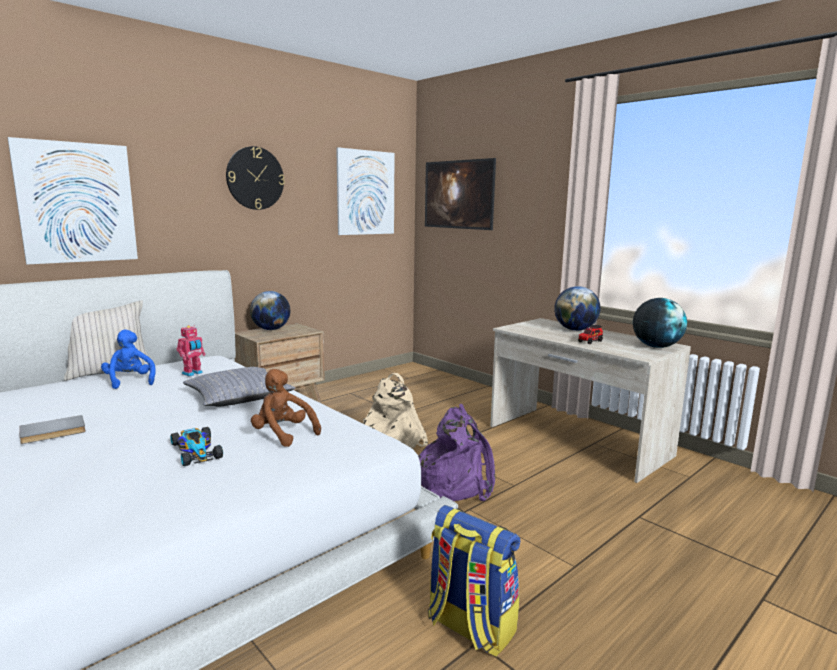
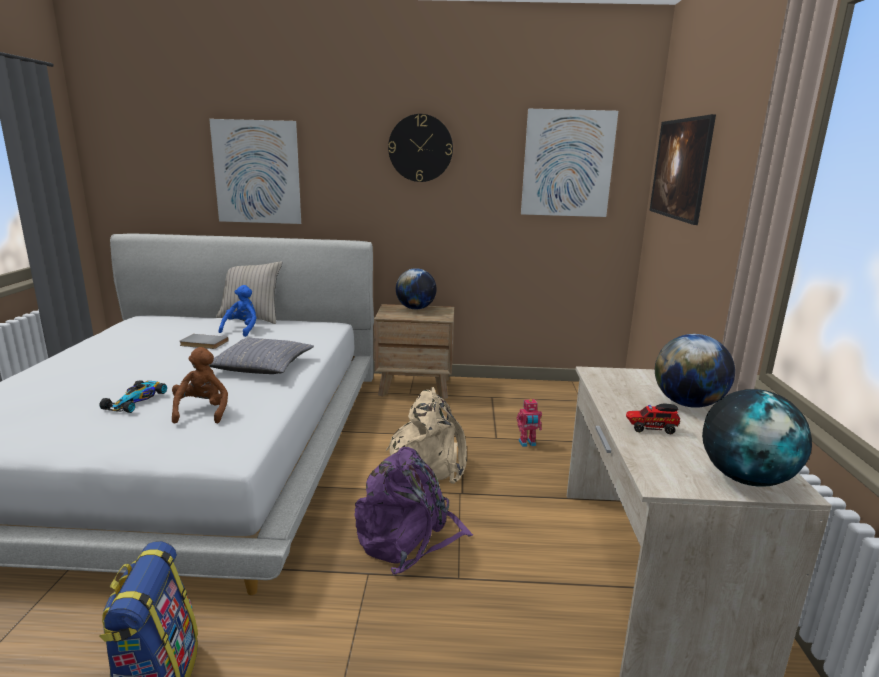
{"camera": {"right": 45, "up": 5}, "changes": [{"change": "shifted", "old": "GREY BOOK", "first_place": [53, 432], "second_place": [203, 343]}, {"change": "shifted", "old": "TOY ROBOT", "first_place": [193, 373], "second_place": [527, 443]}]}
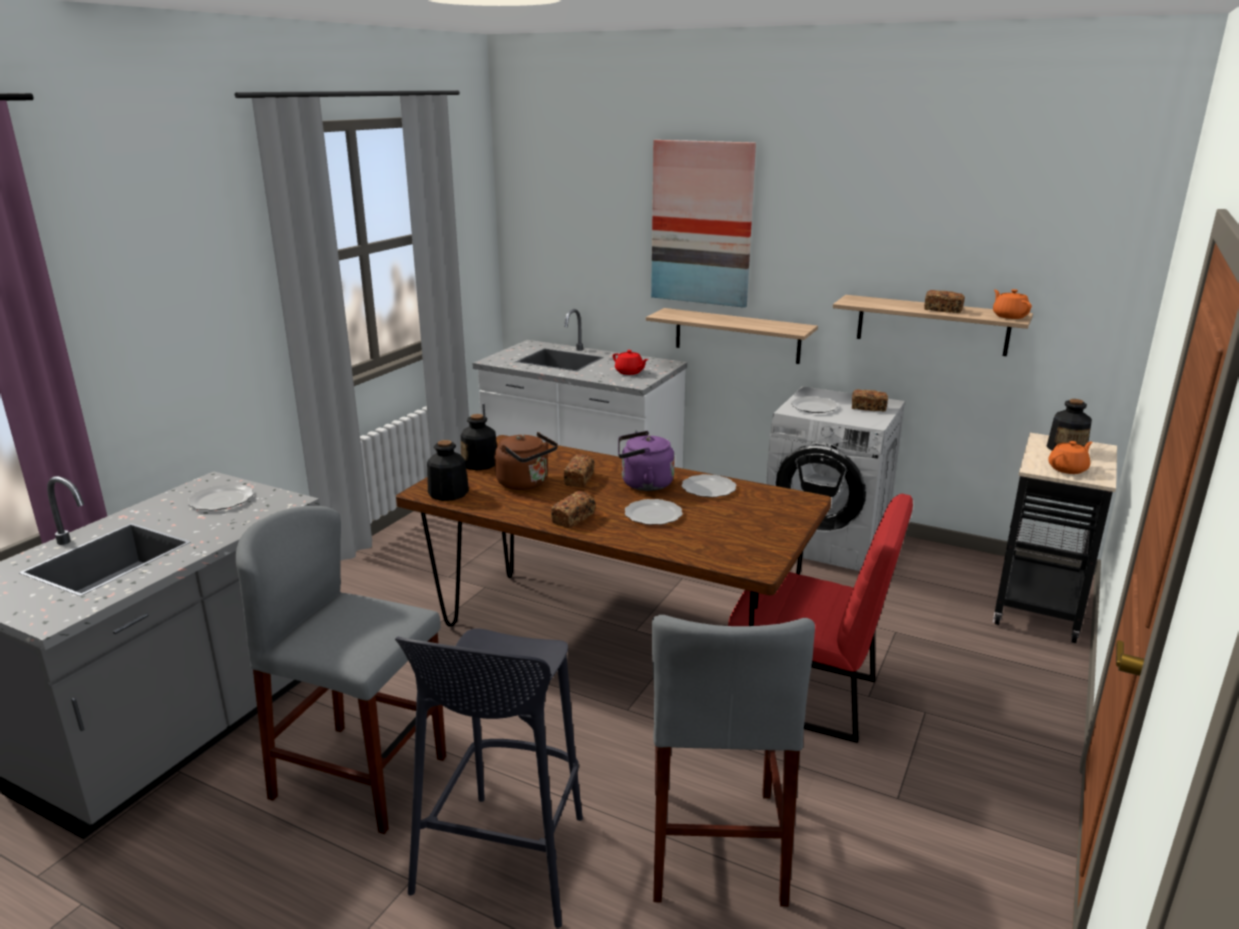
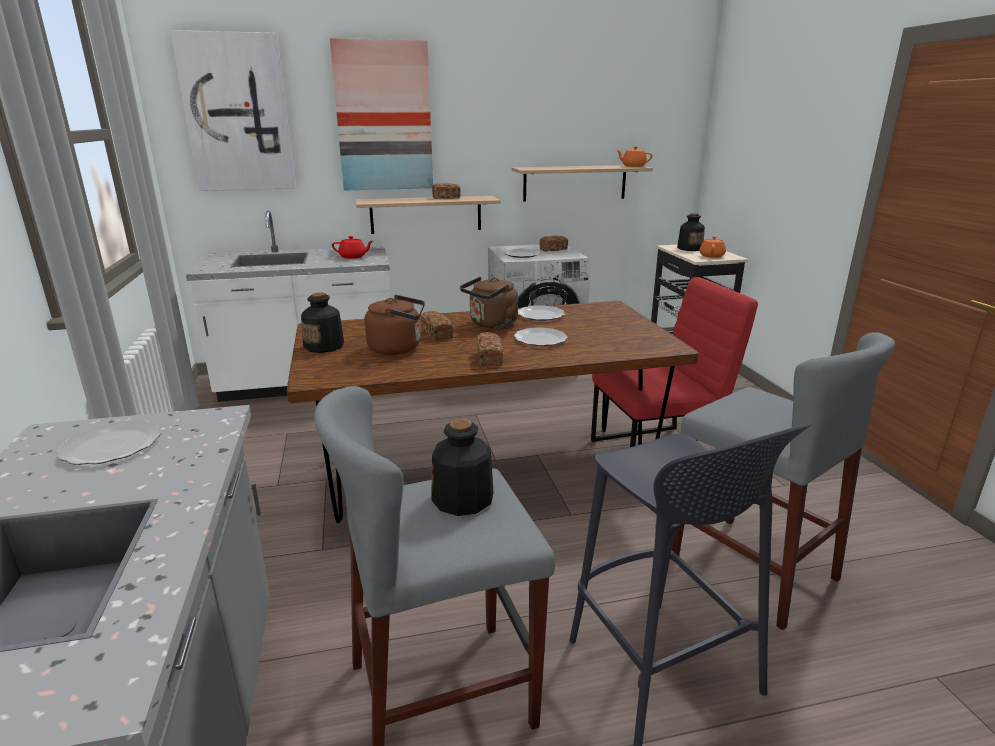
{"camera": {"right": -40, "up": 0}, "changes": [{"change": "new", "new": "PICTURE", "second_place": [237, 114]}, {"change": "shifted", "old": "BOTTLE", "first_place": [448, 493], "second_place": [462, 499]}, {"change": "shifted", "old": "BREAD", "first_place": [943, 310], "second_place": [446, 198]}, {"change": "repainted", "old": "PURPLE KETTLE", "new": "BROWN KETTLE", "first_place": [643, 484], "second_place": [491, 324]}]}
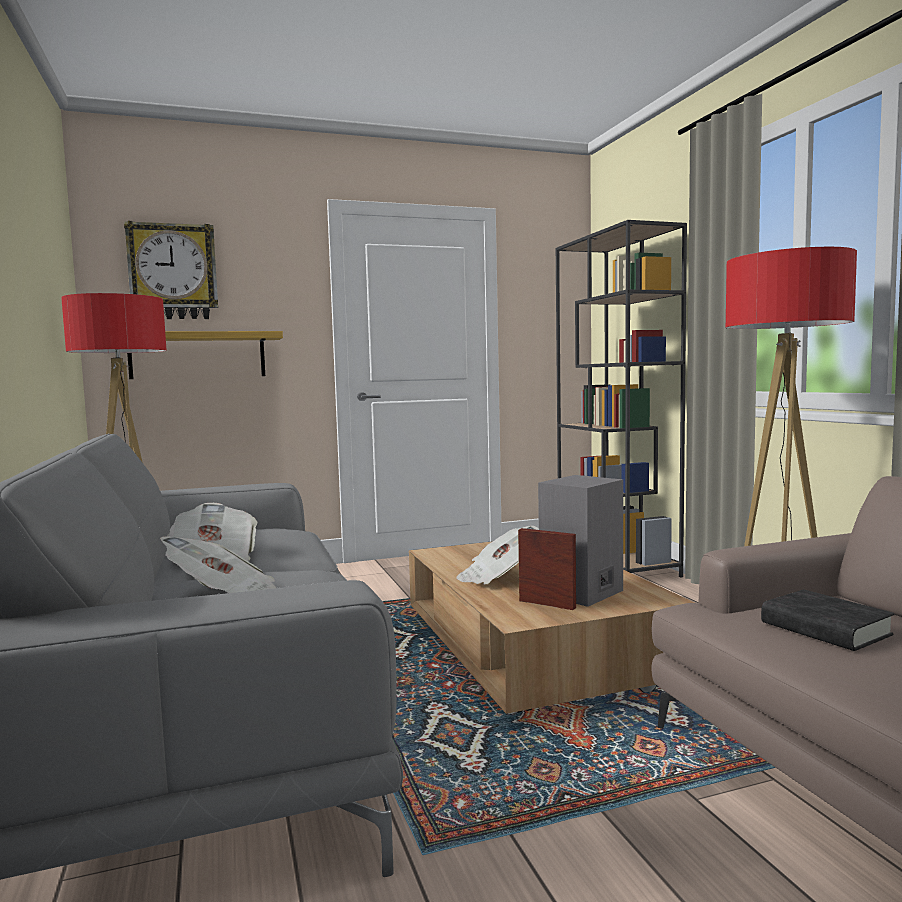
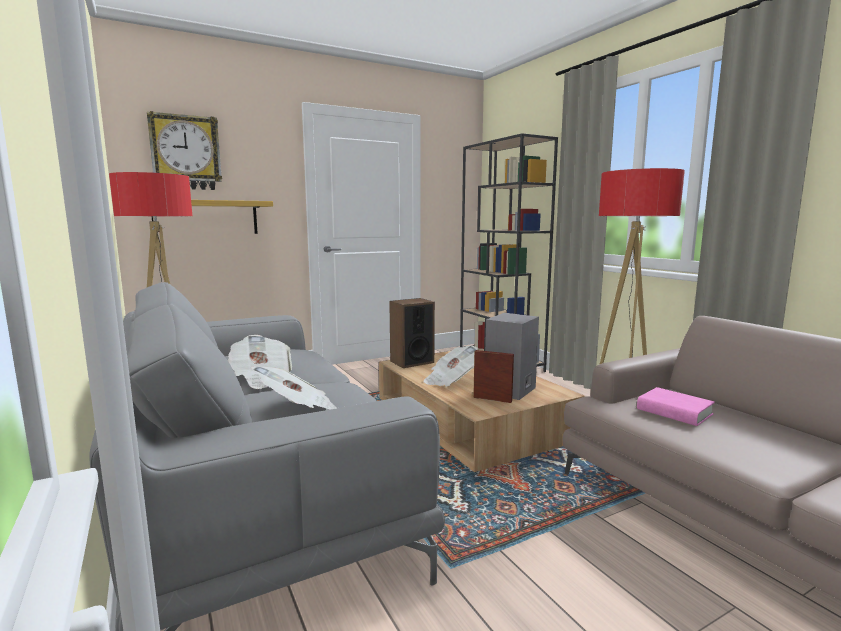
{"camera": {"right": -10, "up": 5}, "changes": [{"change": "new", "new": "SPEAKER", "second_place": [411, 362]}, {"change": "repainted", "old": "BLACK BOOK", "new": "PINK BOOK", "first_place": [825, 629], "second_place": [674, 412]}]}
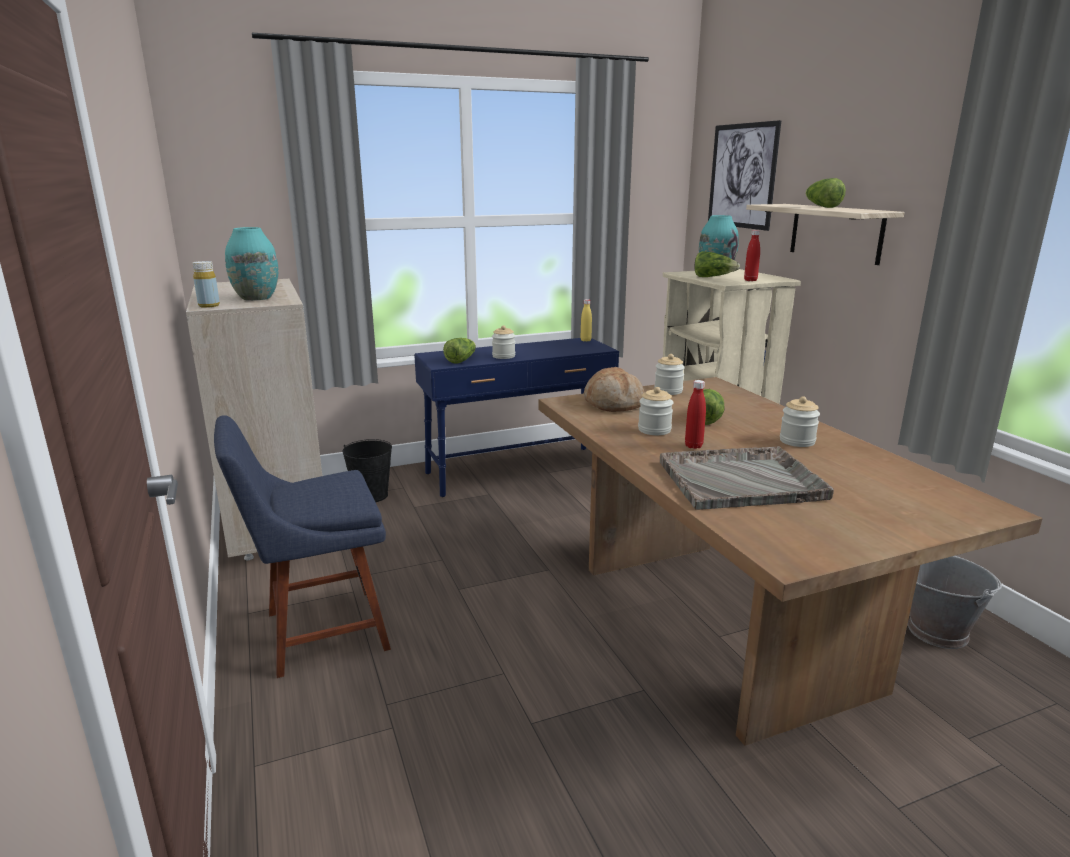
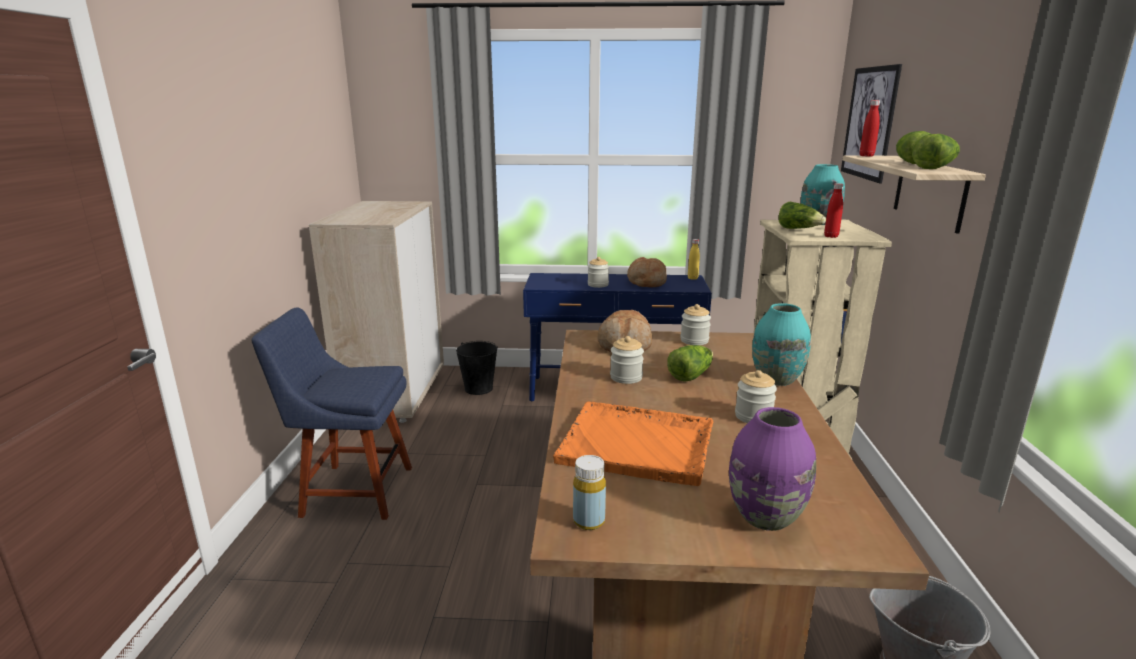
{"camera": {"right": 25, "up": 0}, "changes": [{"change": "new", "new": "BREAD", "second_place": [646, 282]}, {"change": "new", "new": "PURPLE VASE", "second_place": [765, 517]}, {"change": "shifted", "old": "YELLOW BOTTLE", "first_place": [209, 305], "second_place": [589, 521]}, {"change": "shifted", "old": "TURQUOISE VASE", "first_place": [255, 298], "second_place": [776, 379]}, {"change": "shifted", "old": "LETTUCE", "first_place": [461, 360], "second_place": [934, 168]}, {"change": "shifted", "old": "RED BOTTLE", "first_place": [693, 446], "second_place": [866, 156]}, {"change": "repainted", "old": "GREY TRAY", "new": "ORANGE TRAY", "first_place": [742, 480], "second_place": [638, 445]}]}
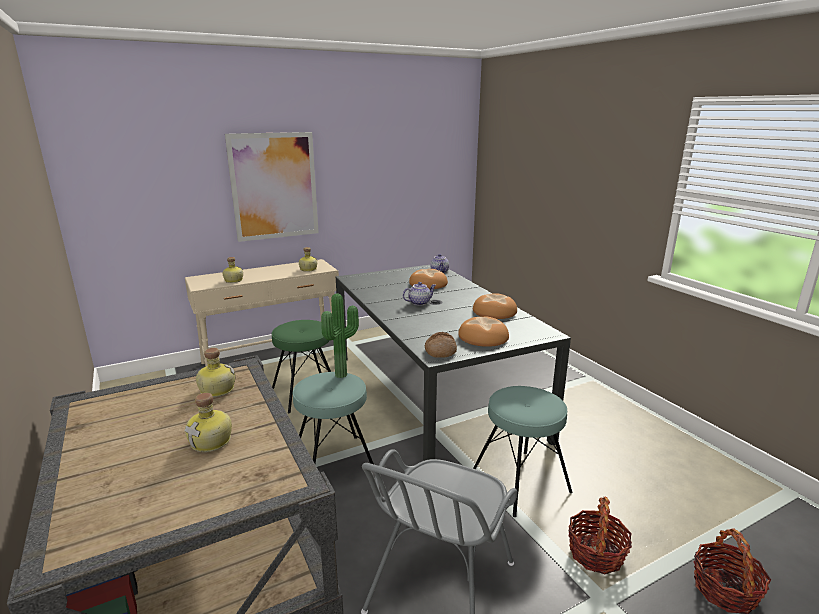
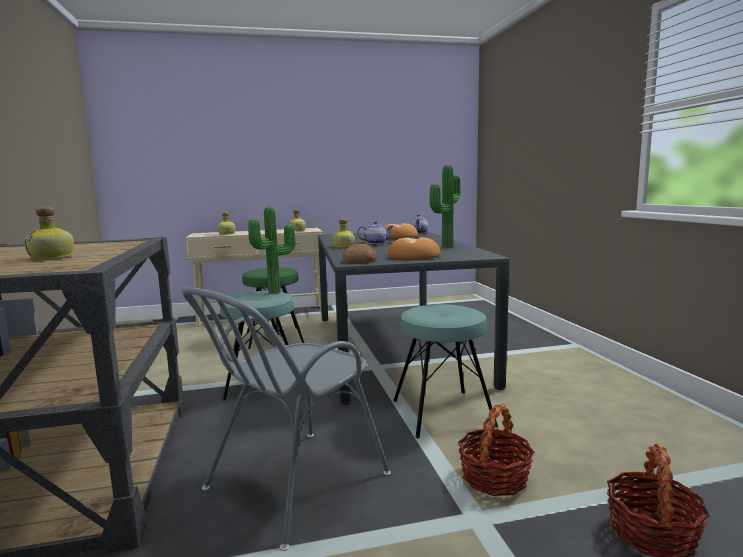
{"camera": {"right": 15, "up": -10}, "changes": [{"change": "gone", "old": "PICTURE", "first_place": [274, 186]}, {"change": "shifted", "old": "BOTTLE", "first_place": [216, 389], "second_place": [343, 246]}, {"change": "swapped", "old": "BREAD", "new": "POTTED PLANT", "first_place": [494, 311], "second_place": [445, 247]}]}
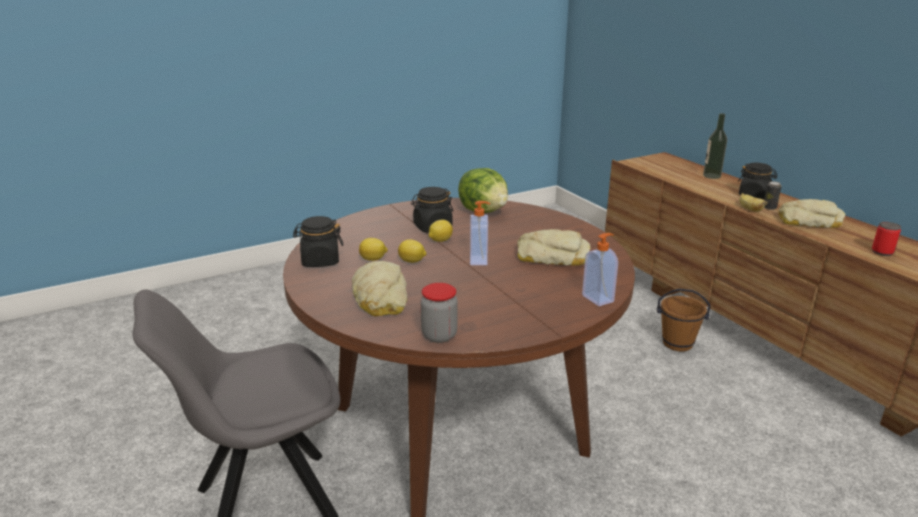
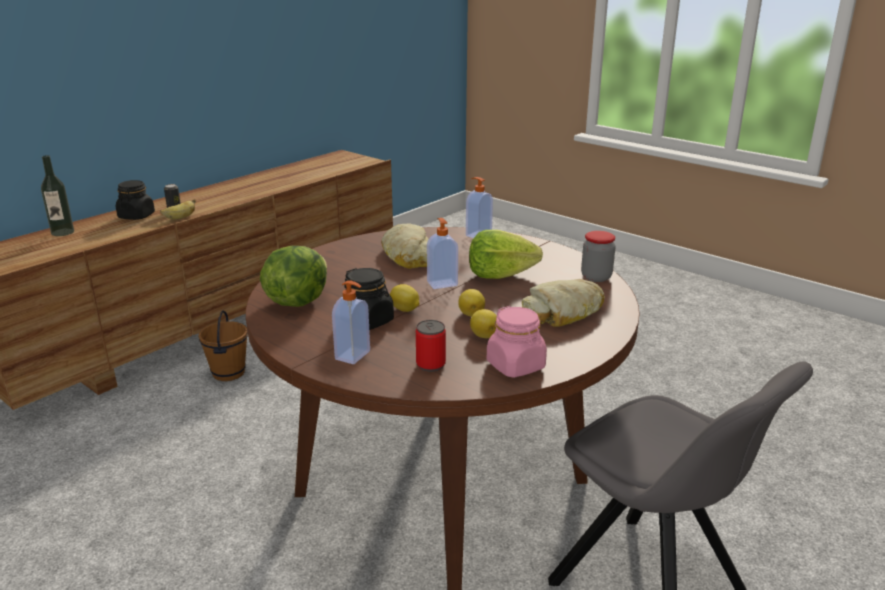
{"camera": {"right": -110, "up": 0}, "changes": [{"change": "gone", "old": "BREAD", "first_place": [809, 221]}, {"change": "new", "new": "SOAP DISPENSER", "second_place": [353, 355]}, {"change": "new", "new": "LETTUCE", "second_place": [500, 275]}, {"change": "shifted", "old": "CAN", "first_place": [882, 252], "second_place": [430, 365]}, {"change": "repainted", "old": "BLACK JAR", "new": "PINK JAR", "first_place": [320, 261], "second_place": [516, 366]}]}
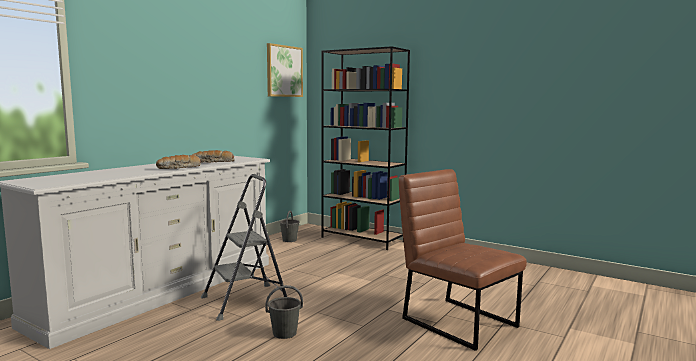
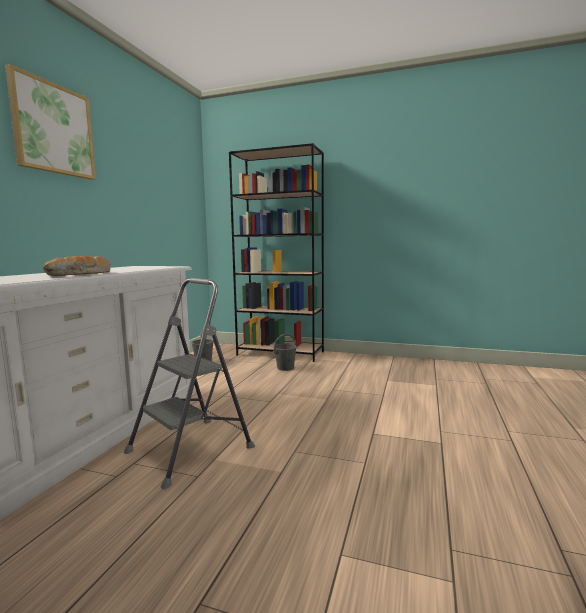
{"camera": {"right": -15, "up": 0}, "changes": [{"change": "gone", "old": "BREAD", "first_place": [213, 162]}, {"change": "gone", "old": "BROWN CHAIR", "first_place": [457, 321]}, {"change": "shifted", "old": "GREY BUCKET", "first_place": [285, 333], "second_place": [285, 368]}, {"change": "shifted", "old": "PICTURE", "first_place": [284, 71], "second_place": [53, 129]}]}
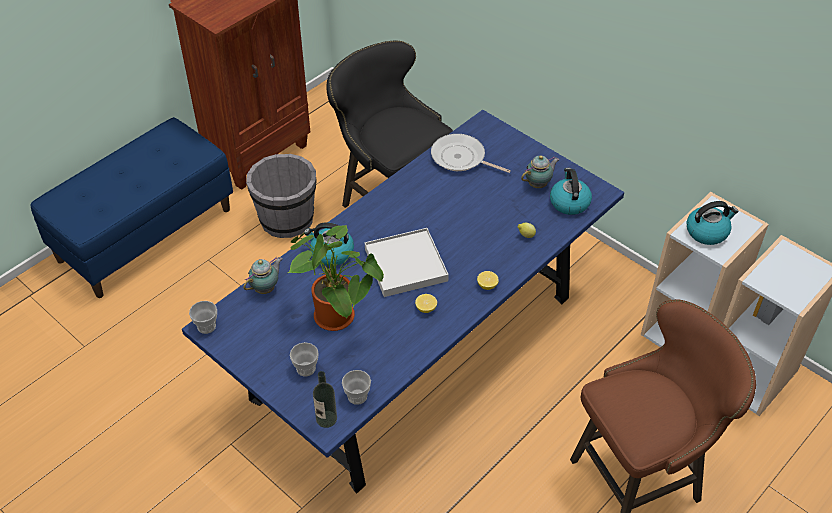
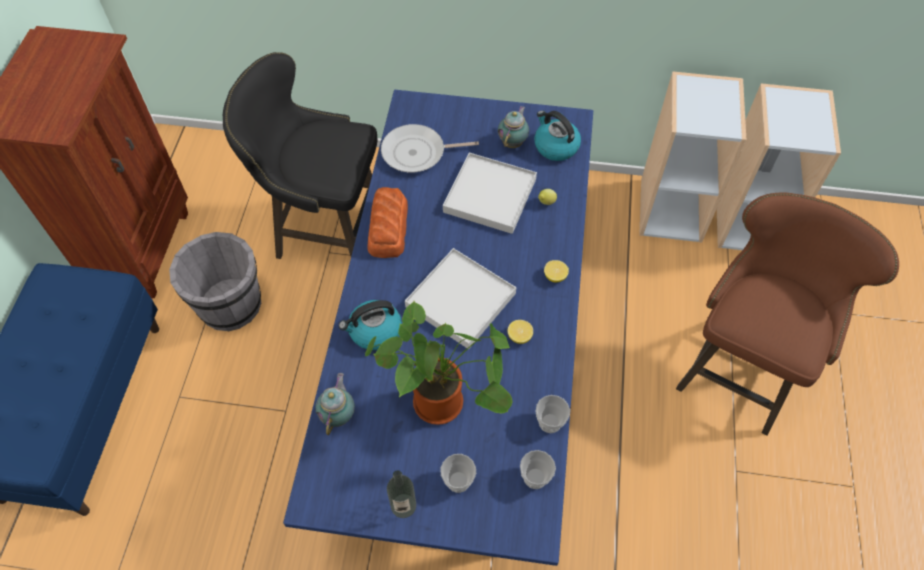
{"camera": {"right": -35, "up": 10}, "changes": [{"change": "gone", "old": "KETTLE", "first_place": [707, 232]}, {"change": "new", "new": "BREAD", "second_place": [387, 228]}, {"change": "new", "new": "WHITE TRAY", "second_place": [489, 195]}, {"change": "shifted", "old": "CUP", "first_place": [206, 326], "second_place": [550, 422]}, {"change": "shifted", "old": "BOTTLE", "first_place": [326, 419], "second_place": [403, 506]}]}
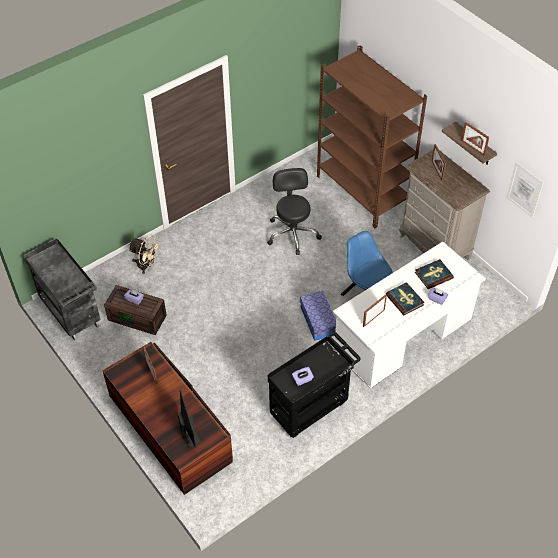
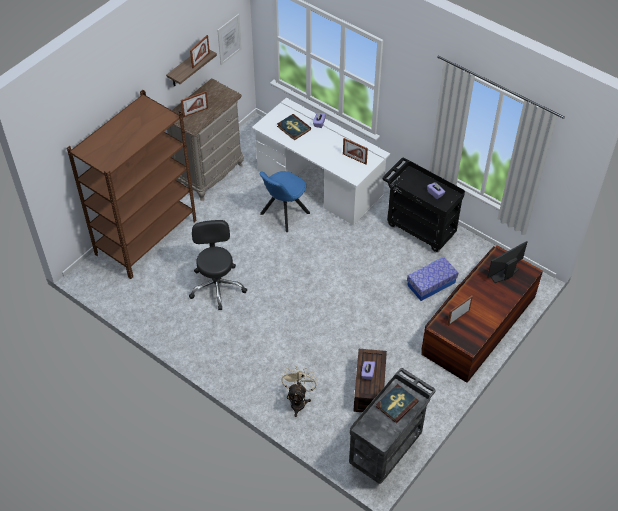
{"camera": {"right": -105, "up": 0}, "changes": [{"change": "shifted", "old": "STORAGE BOX", "first_place": [318, 321], "second_place": [431, 284]}, {"change": "shifted", "old": "BOOK", "first_place": [405, 300], "second_place": [396, 404]}, {"change": "rotated", "old": "BLACK OFFICE CHAIR", "first_place": [292, 231], "second_place": [217, 284], "degrees": 105}]}
